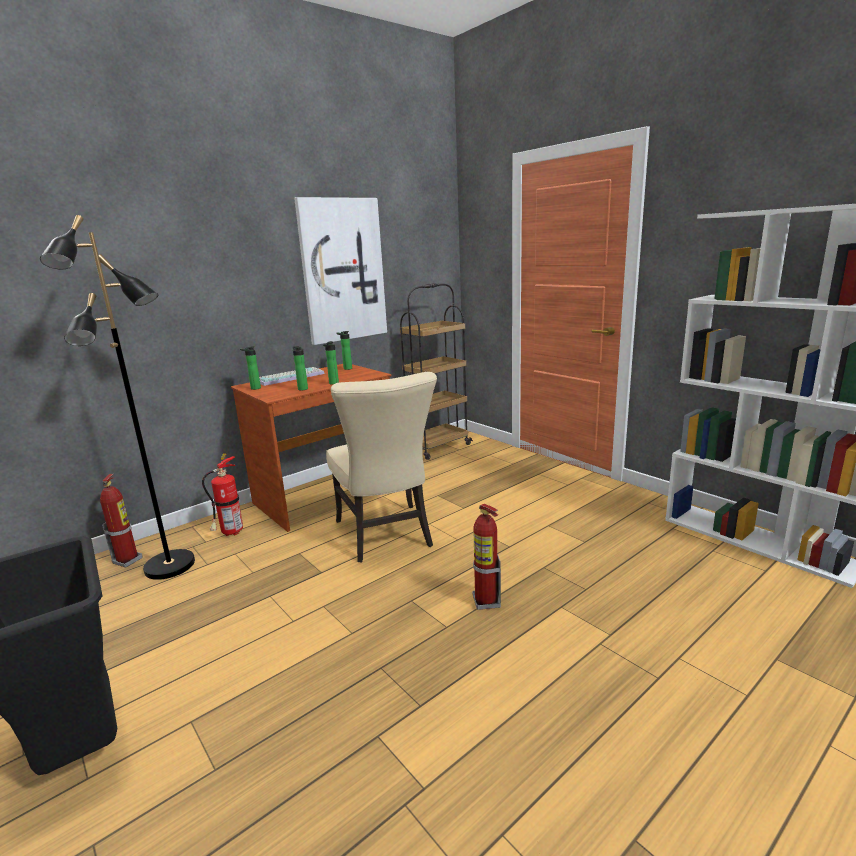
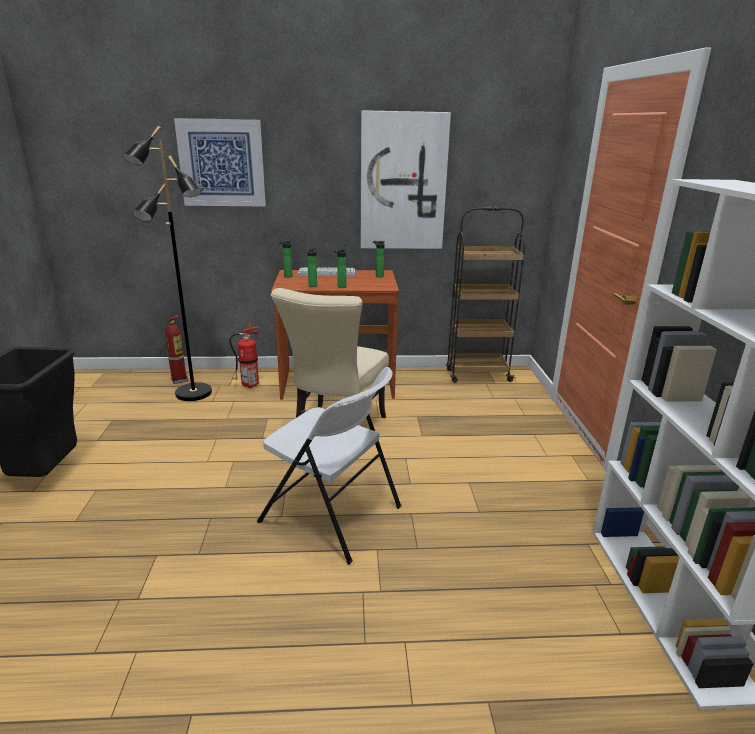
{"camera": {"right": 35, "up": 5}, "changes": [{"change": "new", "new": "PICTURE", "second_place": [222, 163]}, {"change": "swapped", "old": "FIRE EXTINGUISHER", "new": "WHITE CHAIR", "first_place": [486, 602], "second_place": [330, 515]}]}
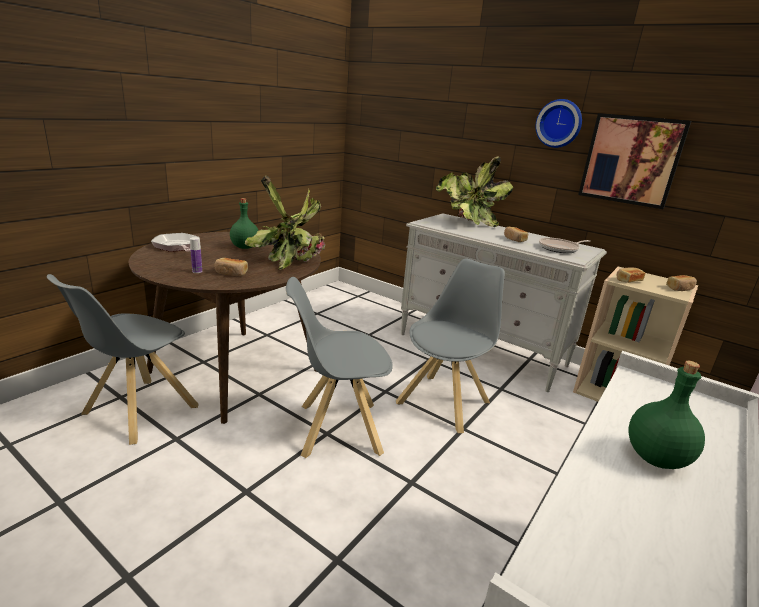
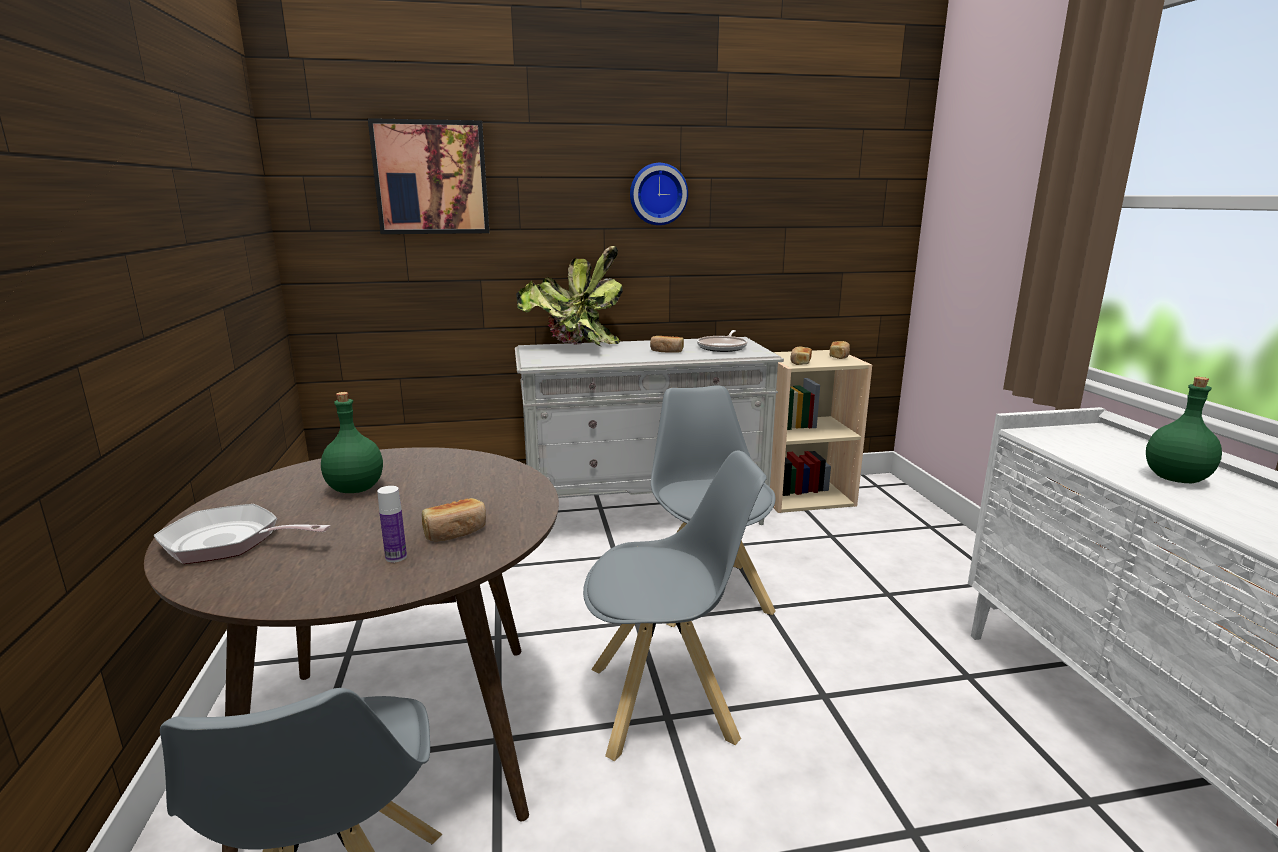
{"camera": {"right": -45, "up": -5}, "changes": [{"change": "gone", "old": "POTTED PLANT", "first_place": [291, 259]}, {"change": "shifted", "old": "PICTURE", "first_place": [631, 160], "second_place": [431, 178]}, {"change": "rotated", "old": "GREY CHAIR", "first_place": [336, 428], "second_place": [666, 702], "degrees": -135}]}
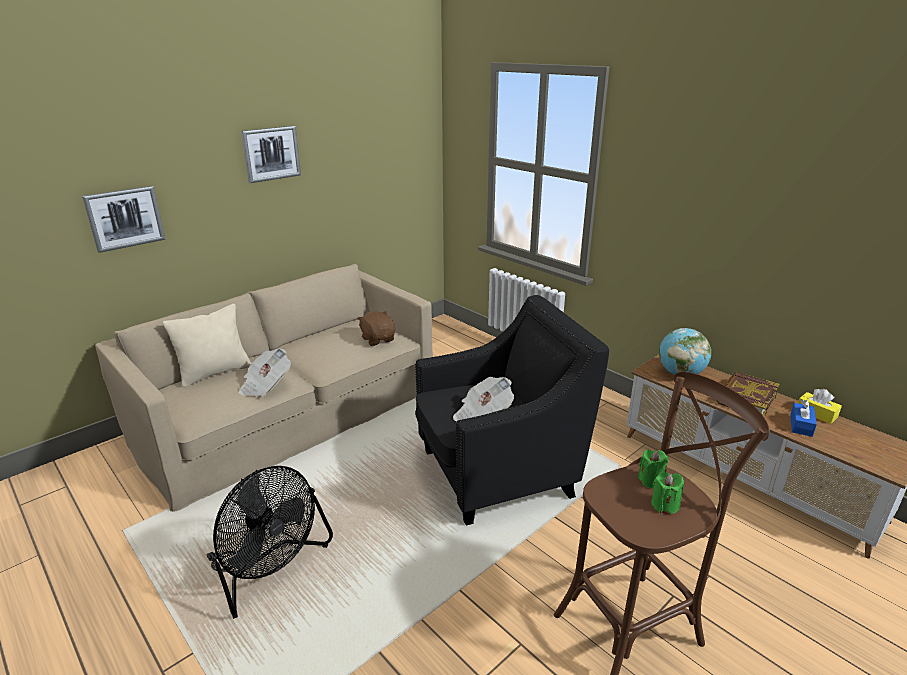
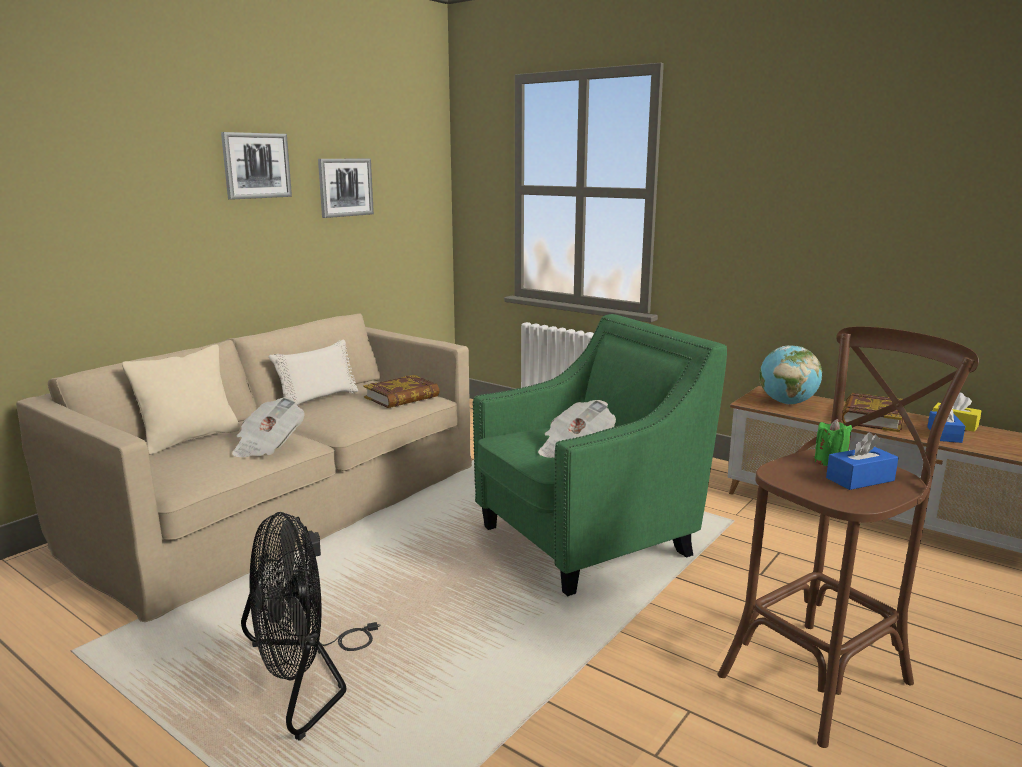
{"camera": {"right": -10, "up": -10}, "changes": [{"change": "new", "new": "WHITE PILLOW", "second_place": [317, 400]}, {"change": "shifted", "old": "PICTURE", "first_place": [125, 218], "second_place": [345, 187]}, {"change": "swapped", "old": "BROWN PLUSH TOY", "new": "BOOK", "first_place": [378, 339], "second_place": [402, 397]}, {"change": "swapped", "old": "GREEN CANDLE", "new": "BLUE TISSUE BOX", "first_place": [664, 505], "second_place": [860, 479]}, {"change": "repainted", "old": "BLACK ARMCHAIR", "new": "GREEN ARMCHAIR", "first_place": [498, 472], "second_place": [587, 539]}, {"change": "rotated", "old": "BLACK FAN", "first_place": [266, 570], "second_place": [307, 673], "degrees": 120}]}
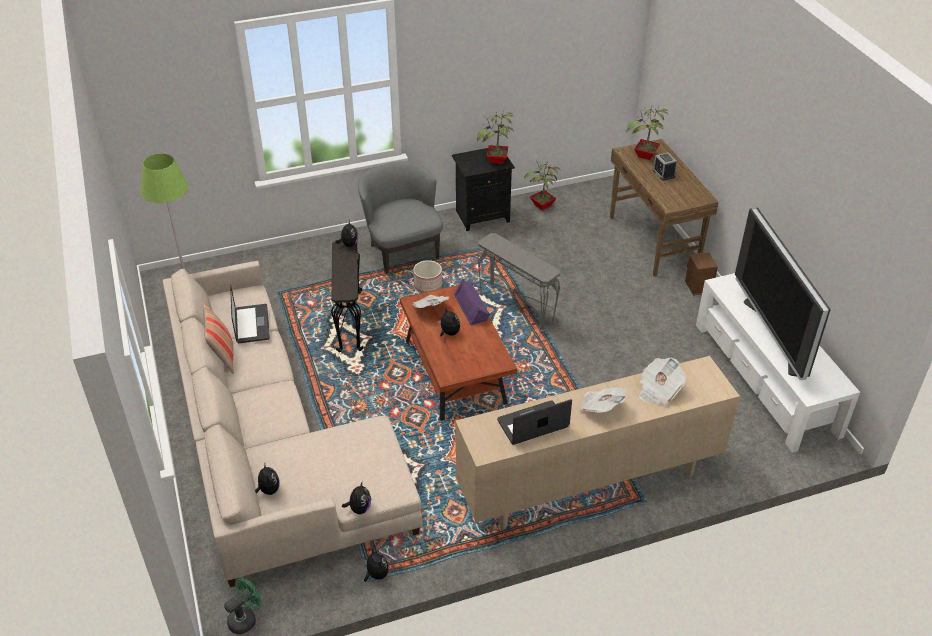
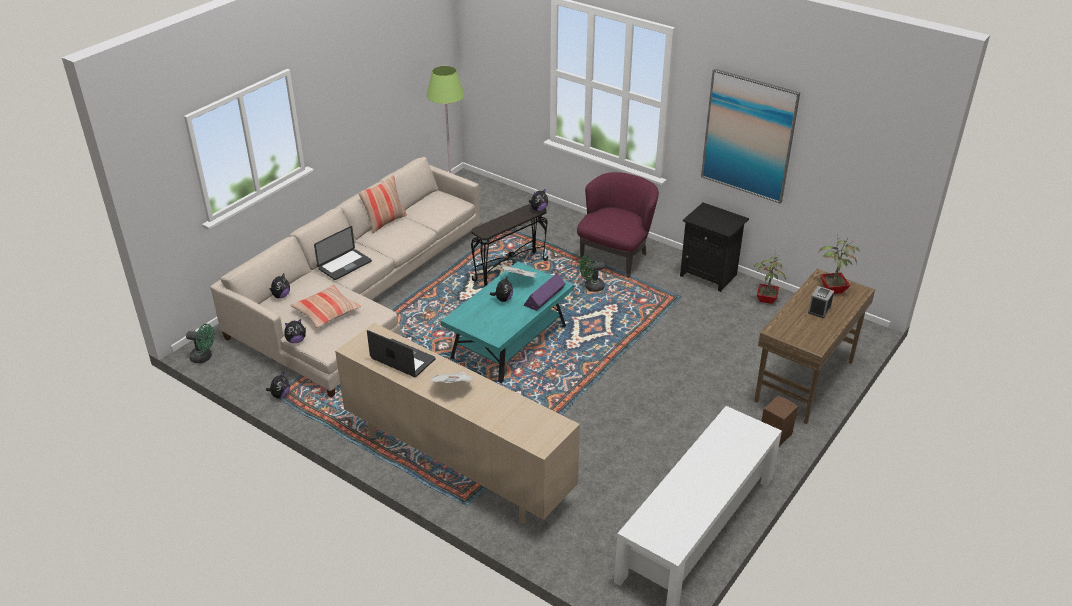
{"camera": {"right": 55, "up": -5}, "changes": [{"change": "gone", "old": "GREY SIDE TABLE", "first_place": [516, 308]}, {"change": "gone", "old": "POTTED PLANT", "first_place": [497, 161]}, {"change": "gone", "old": "NEWSPAPER", "first_place": [658, 390]}, {"change": "gone", "old": "TELEVISION", "first_place": [775, 336]}, {"change": "new", "new": "PILLOW", "second_place": [326, 312]}, {"change": "new", "new": "PICTURE", "second_place": [748, 136]}, {"change": "shifted", "old": "LAPTOP", "first_place": [252, 324], "second_place": [345, 265]}, {"change": "swapped", "old": "PLANTER", "new": "GREEN FAN", "first_place": [428, 285], "second_place": [591, 287]}, {"change": "repainted", "old": "GREY ARMCHAIR", "new": "PURPLE ARMCHAIR", "first_place": [402, 251], "second_place": [615, 257]}, {"change": "repainted", "old": "BROWN COFFEE TABLE", "new": "TURQUOISE COFFEE TABLE", "first_place": [455, 373], "second_place": [509, 343]}]}
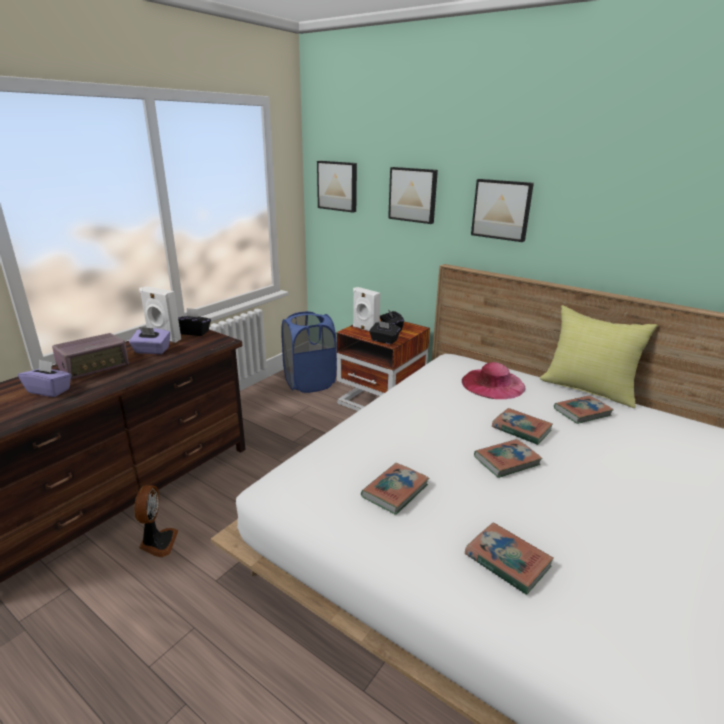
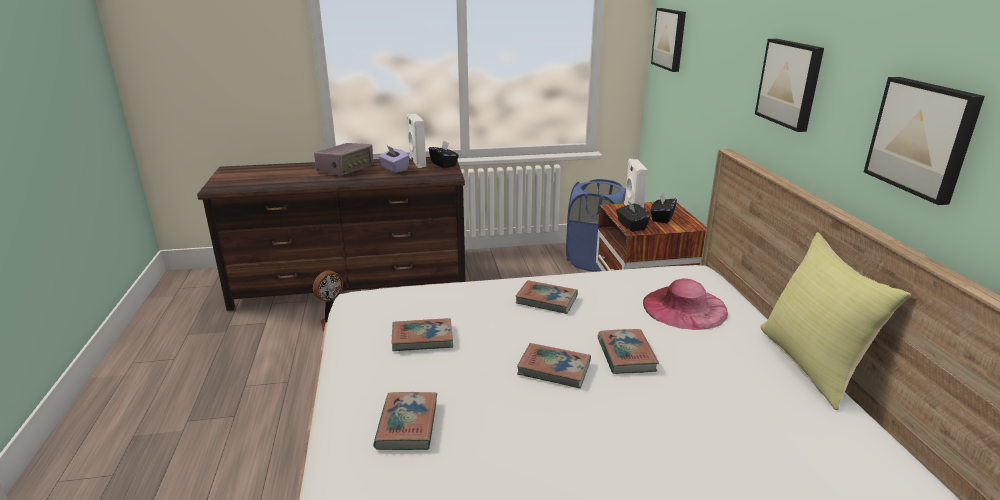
{"camera": {"right": 45, "up": 0}, "changes": [{"change": "gone", "old": "PURPLE TISSUE BOX", "first_place": [49, 390]}, {"change": "shifted", "old": "PICTURE", "first_place": [413, 195], "second_place": [923, 138]}, {"change": "shifted", "old": "BOOK", "first_place": [582, 412], "second_place": [546, 300]}, {"change": "rotated", "old": "RADIO", "first_place": [94, 367], "second_place": [346, 169], "degrees": -60}]}
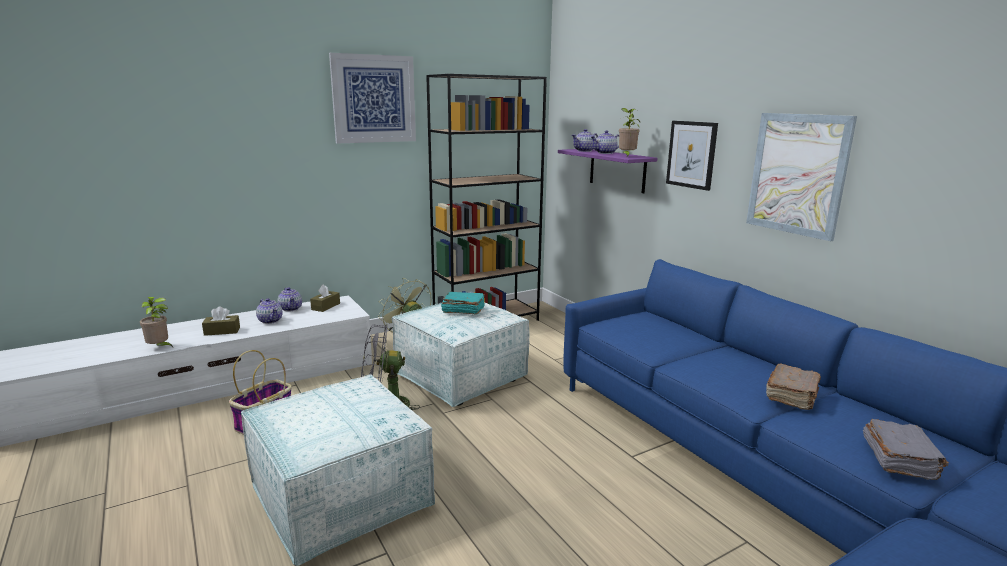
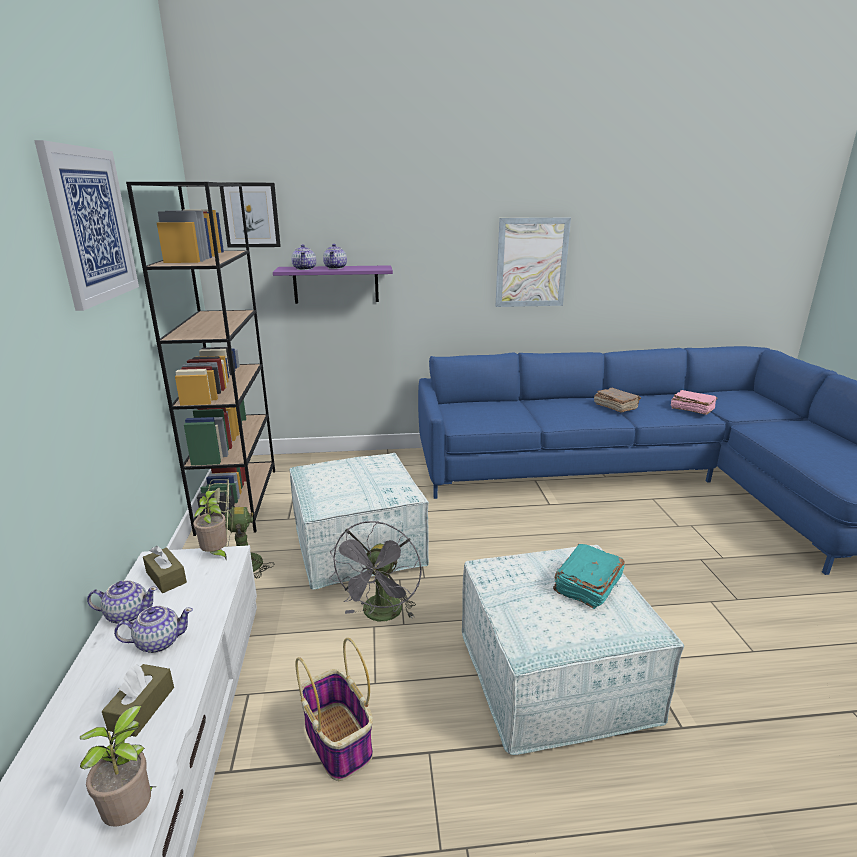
{"camera": {"right": -65, "up": 5}, "changes": [{"change": "shifted", "old": "TURQUOISE BOOK", "first_place": [463, 310], "second_place": [586, 585]}, {"change": "shifted", "old": "POTTED PLANT", "first_place": [626, 156], "second_place": [216, 554]}, {"change": "shifted", "old": "PICTURE", "first_place": [691, 154], "second_place": [250, 215]}, {"change": "repainted", "old": "GREY BOOK", "new": "PINK BOOK", "first_place": [899, 460], "second_place": [691, 409]}]}
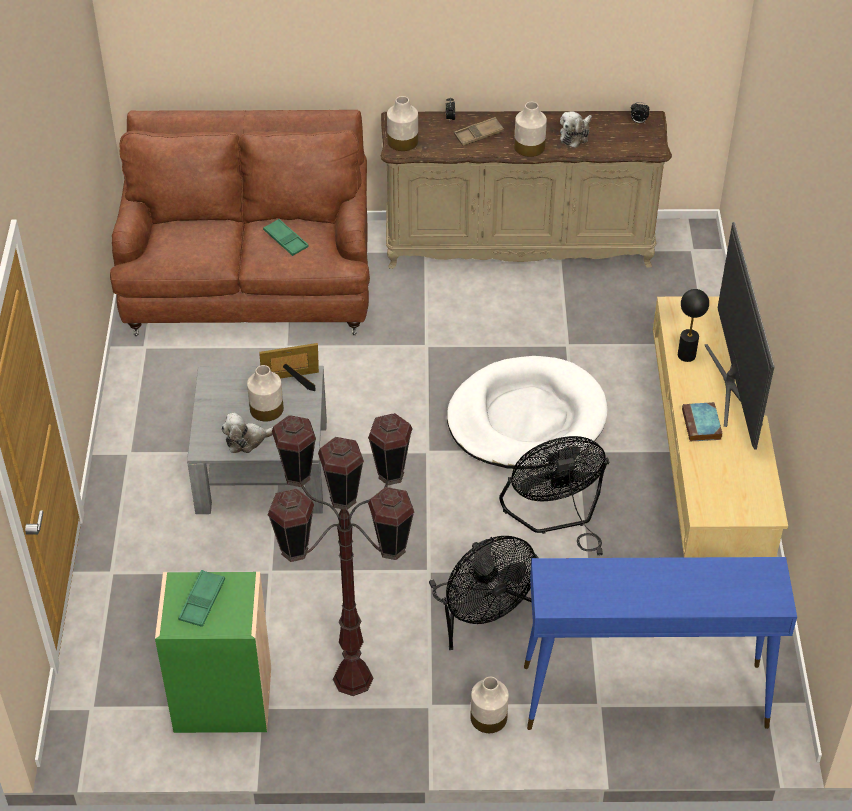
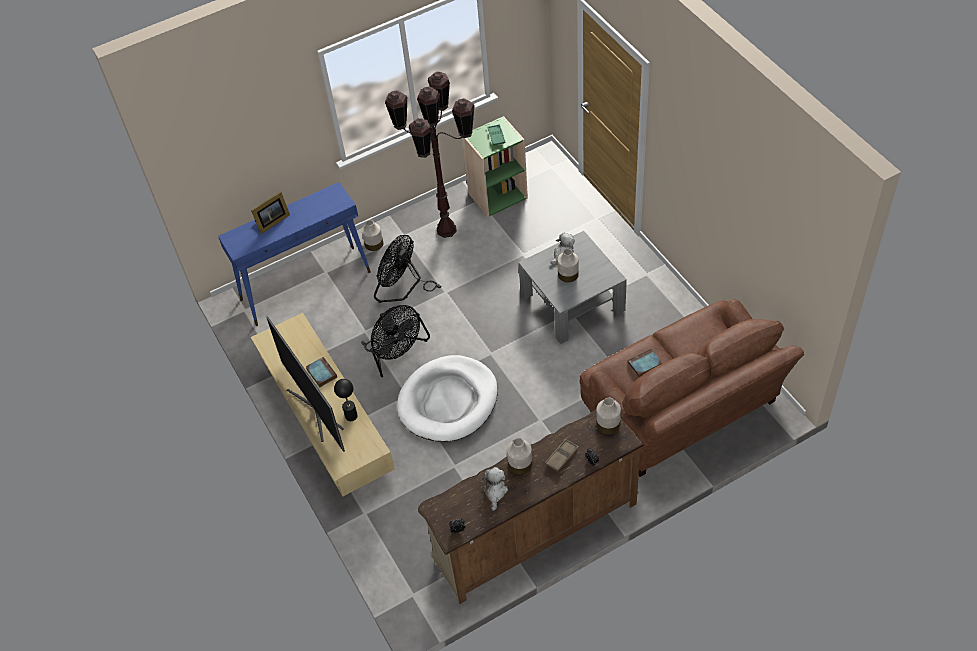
{"camera": {"right": 155, "up": 5}, "changes": [{"change": "shifted", "old": "PICTURE FRAME", "first_place": [293, 381], "second_place": [271, 222]}, {"change": "swapped", "old": "GREEN TRAY", "new": "BOOK", "first_place": [286, 240], "second_place": [644, 365]}]}
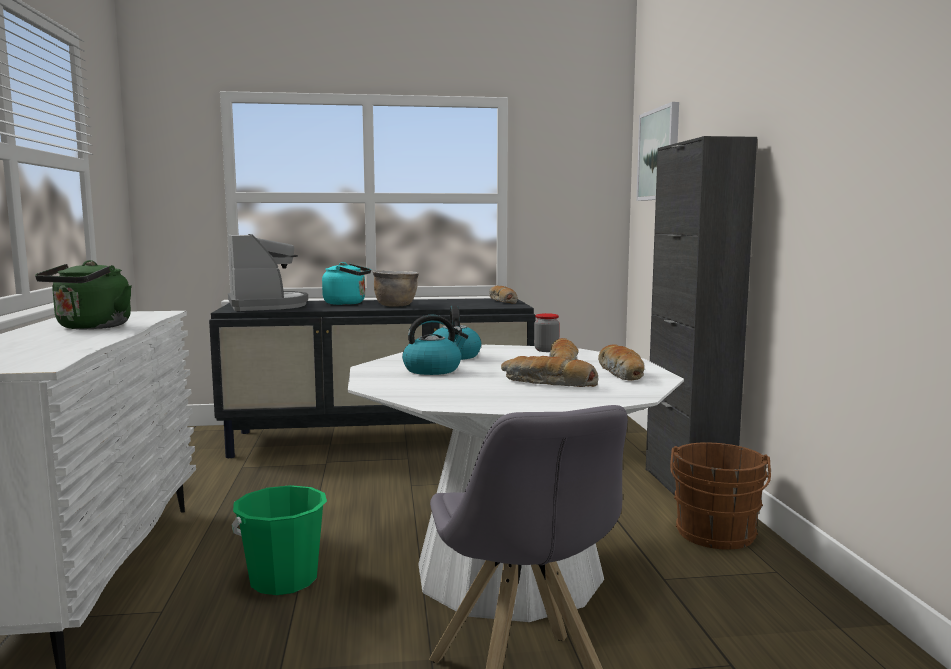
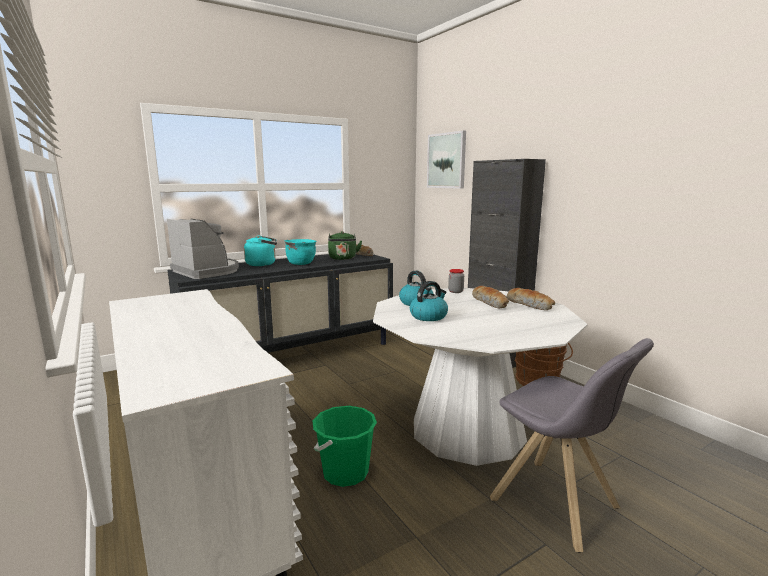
{"camera": {"right": -25, "up": 5}, "changes": [{"change": "gone", "old": "BREAD", "first_place": [548, 384]}, {"change": "shifted", "old": "GREEN KETTLE", "first_place": [91, 327], "second_place": [343, 258]}, {"change": "repainted", "old": "BROWN COOKING POT", "new": "TURQUOISE COOKING POT", "first_place": [396, 305], "second_place": [301, 263]}]}
